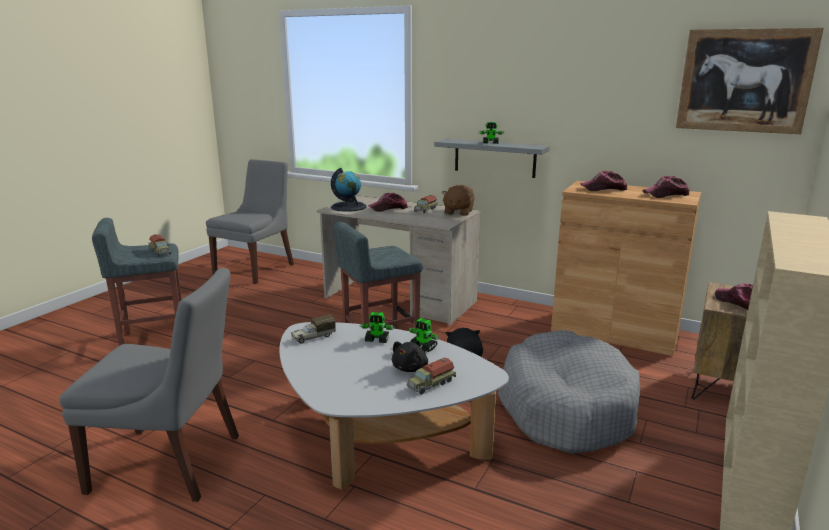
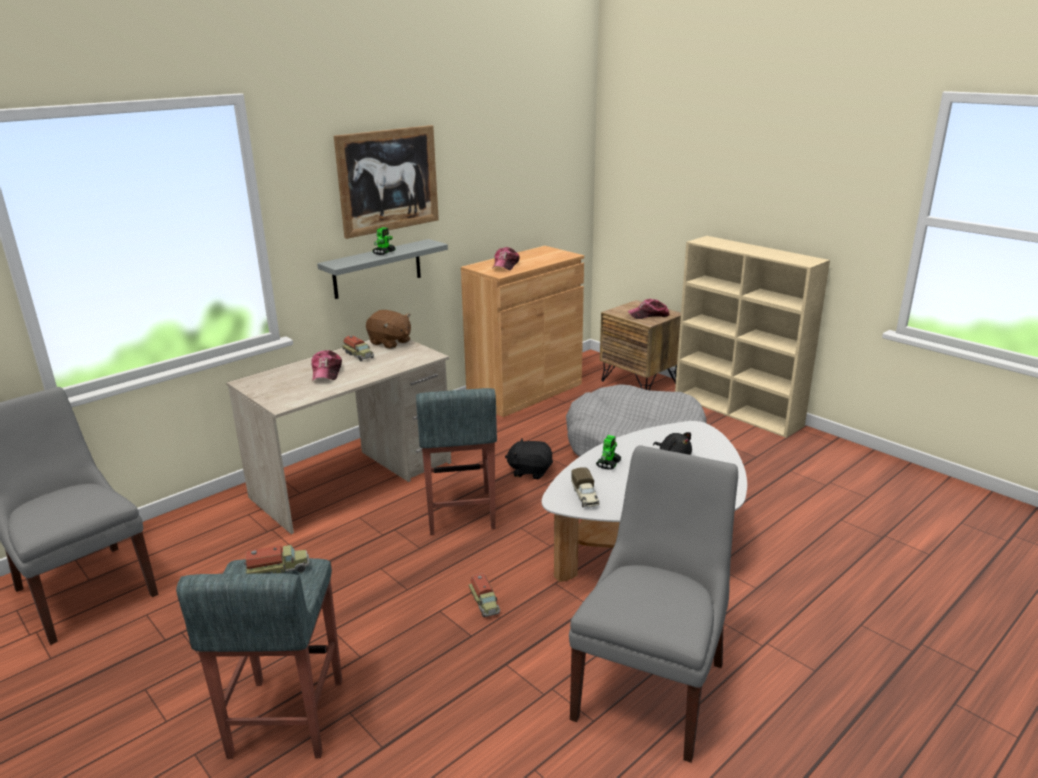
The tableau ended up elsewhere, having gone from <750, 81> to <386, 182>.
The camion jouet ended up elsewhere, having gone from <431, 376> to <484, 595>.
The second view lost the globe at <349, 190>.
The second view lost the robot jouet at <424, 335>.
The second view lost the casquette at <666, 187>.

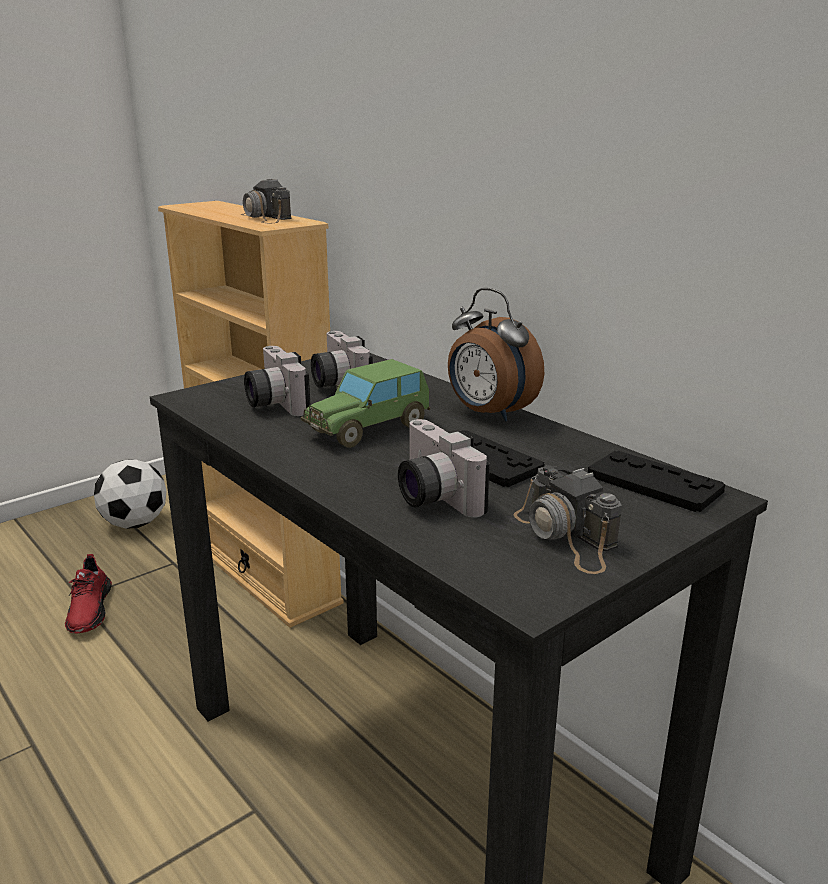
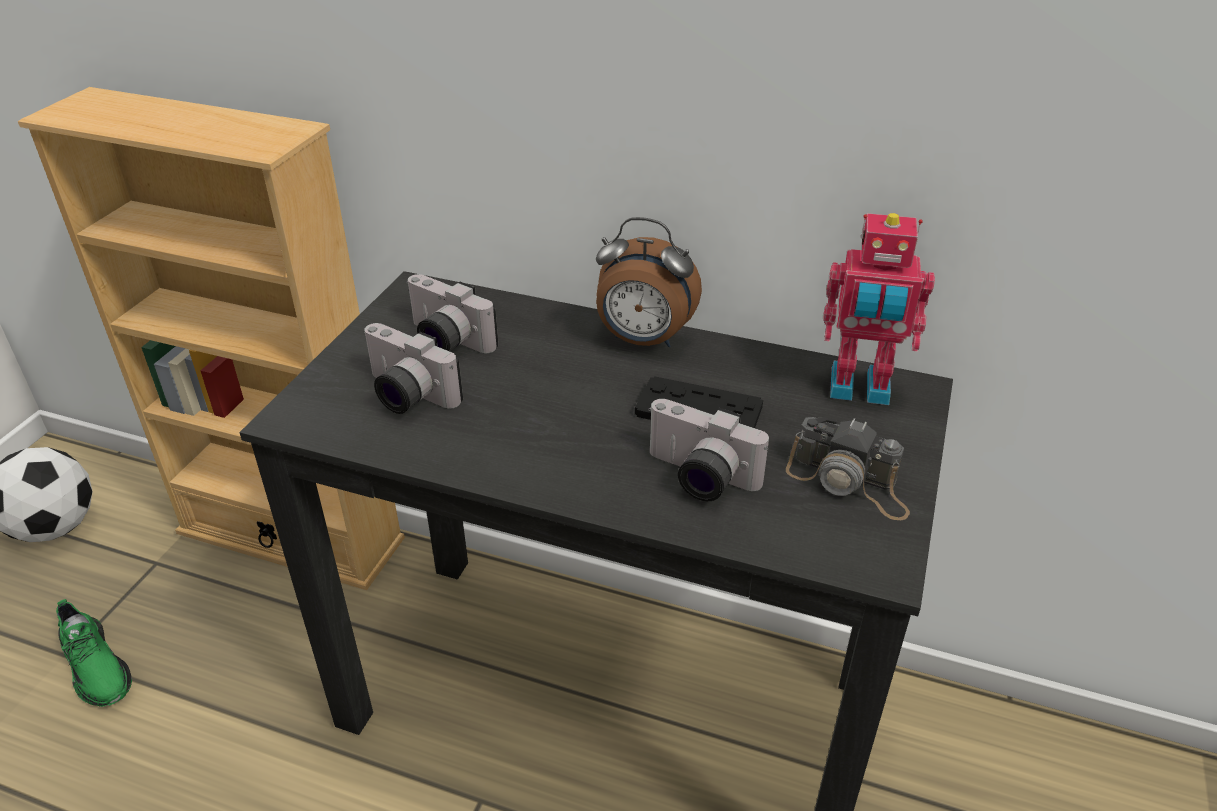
What was the chaussure (rouge) at <88, 594> turned into the chaussure (vert) at <94, 653>.
Where the manette (noir) stood at <656, 481>, the robot jouet came to stand at <879, 309>.
The second view lost the appareil photo at <266, 201>.
The second view lost the petite voiture at <365, 403>.

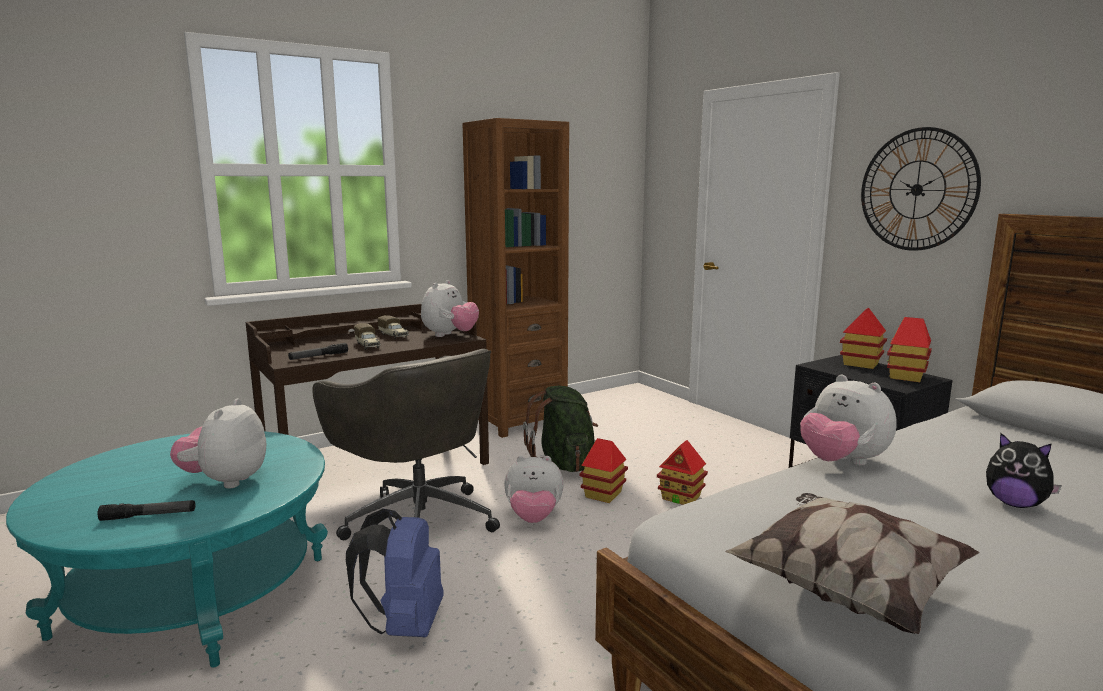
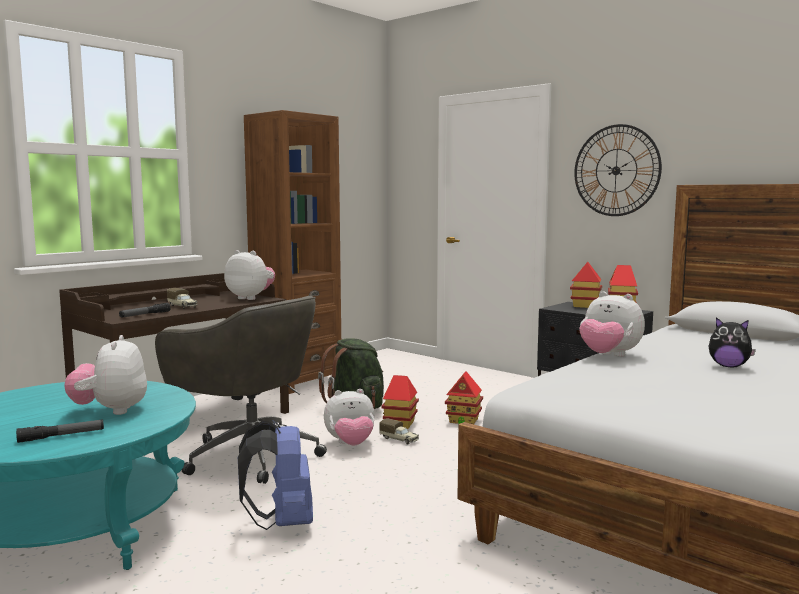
The peluche at <450, 308> ended up facing another way, 75 degrees counterclockwise from before.
The camion jouet ended up elsewhere, having gone from <393, 327> to <399, 431>.
The second view lost the coussin at <852, 563>.

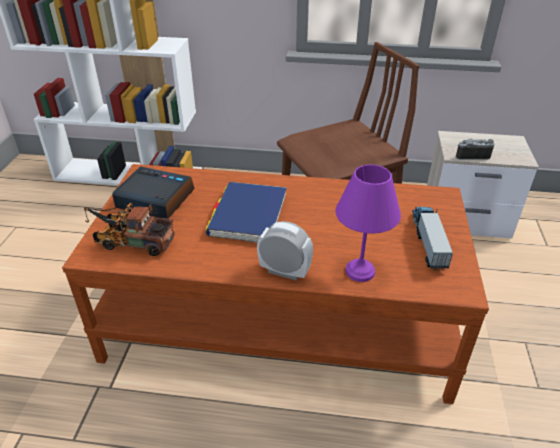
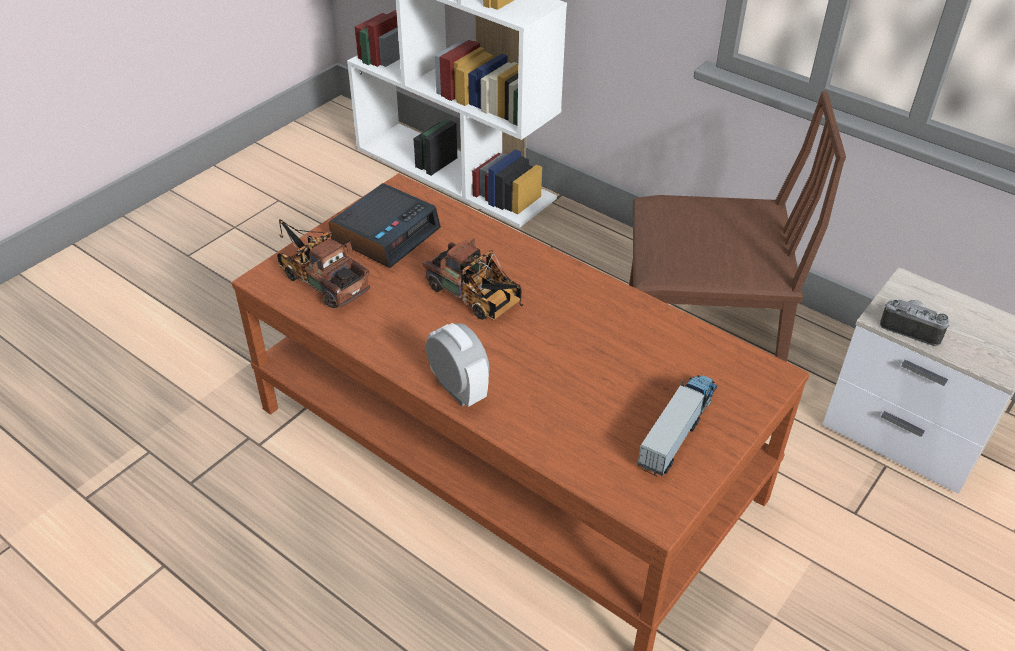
The réveil at <153, 192> ended up facing another way, 75 degrees clockwise from before.
Where the livre (bleu) stood at <246, 212>, the camion jouet came to stand at <473, 279>.
The second view lost the lampe de table (violet) at <368, 223>.

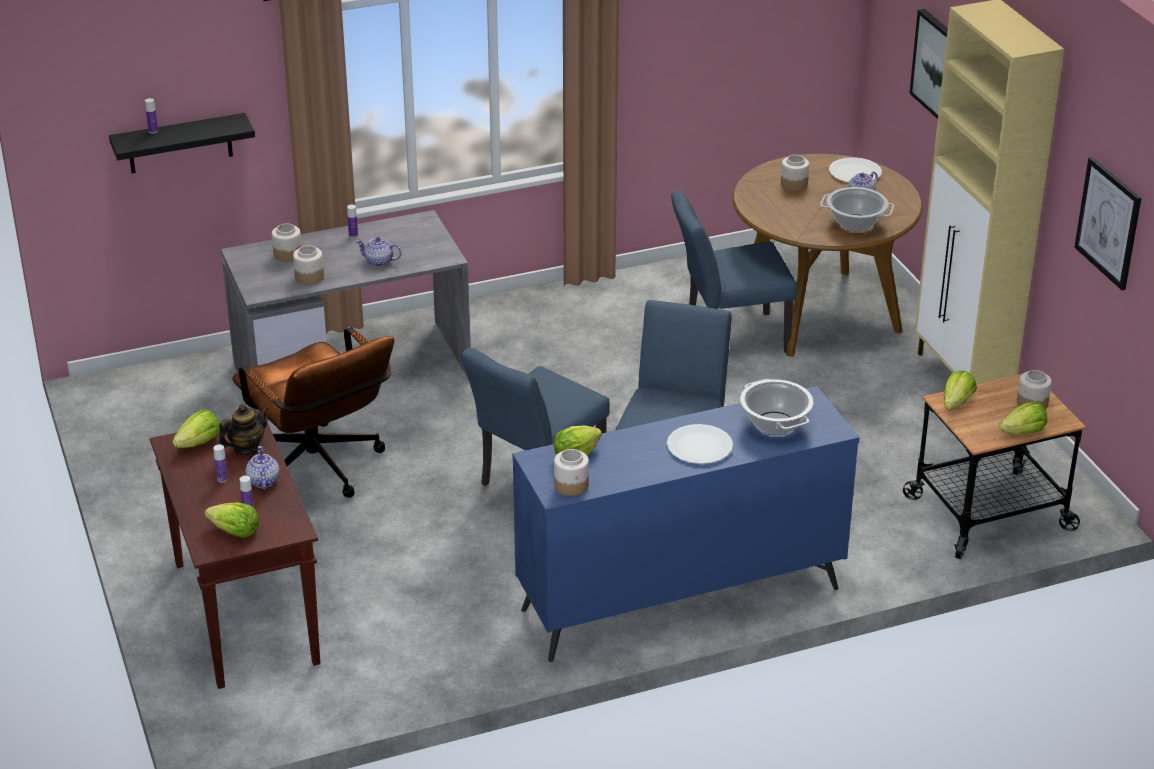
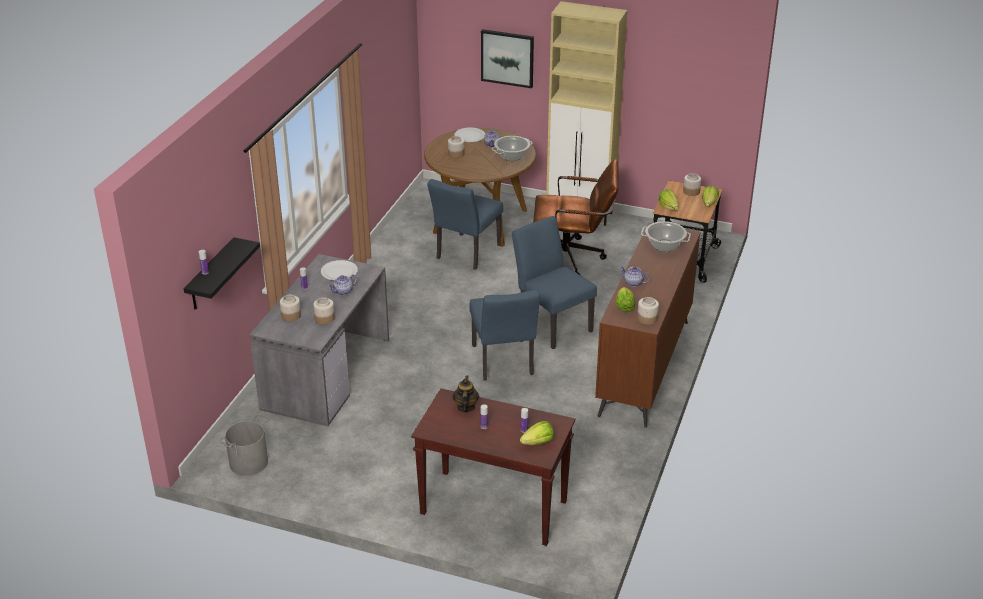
The second view gained the seau (gris) at <244, 445>.
The assiette (blanc) ended up elsewhere, having gone from <700, 444> to <339, 270>.
The chaise de bureau (marron) ended up elsewhere, having gone from <313, 412> to <576, 217>.
What was the commode (bleu) at <686, 524> turned into the commode (marron) at <648, 325>.
The théière ended up elsewhere, having gone from <263, 467> to <635, 276>.
The second view lost the laitue at <196, 429>.
The second view lost the tableau at <1107, 223>.

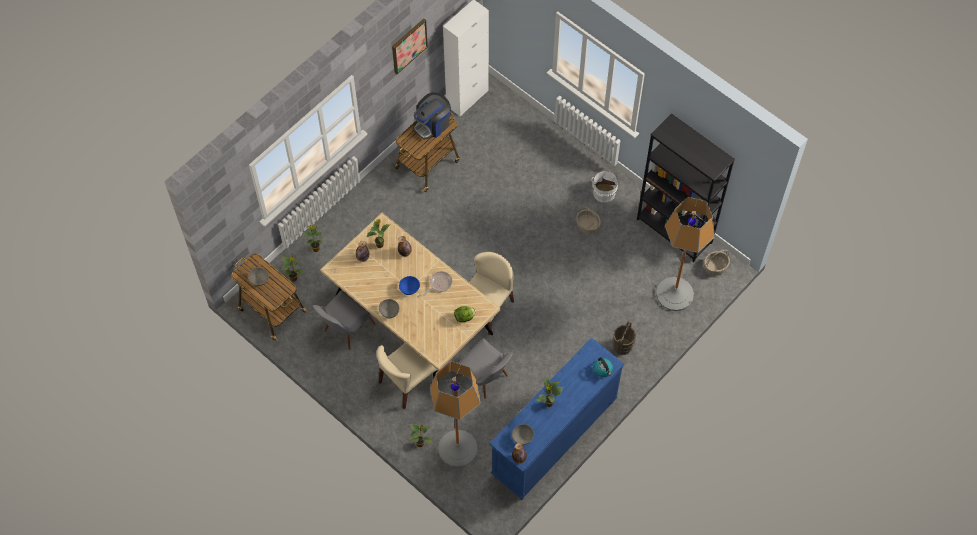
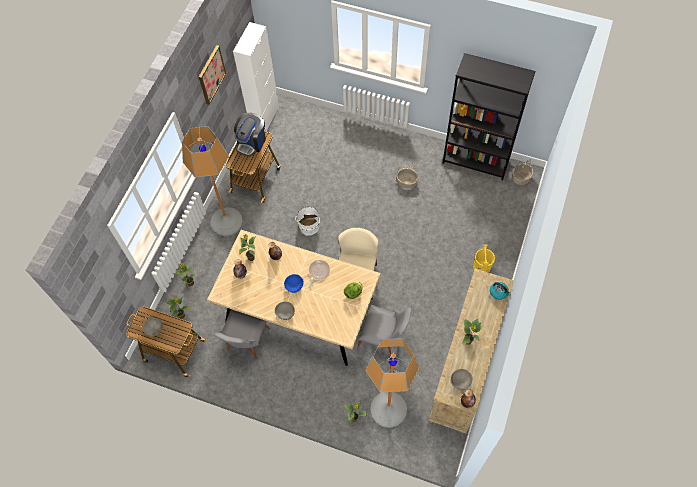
The lampadaire ended up elsewhere, having gone from <685, 254> to <212, 181>.
The seau (blanc) ended up elsewhere, having gone from <605, 186> to <307, 221>.
What was the commode (bleu) at <556, 419> turned into the commode (beige) at <471, 351>.
What was the seau (marron) at <624, 338> turned into the seau (jaune) at <484, 258>.
The second view lost the chaise (beige) at <408, 376>.

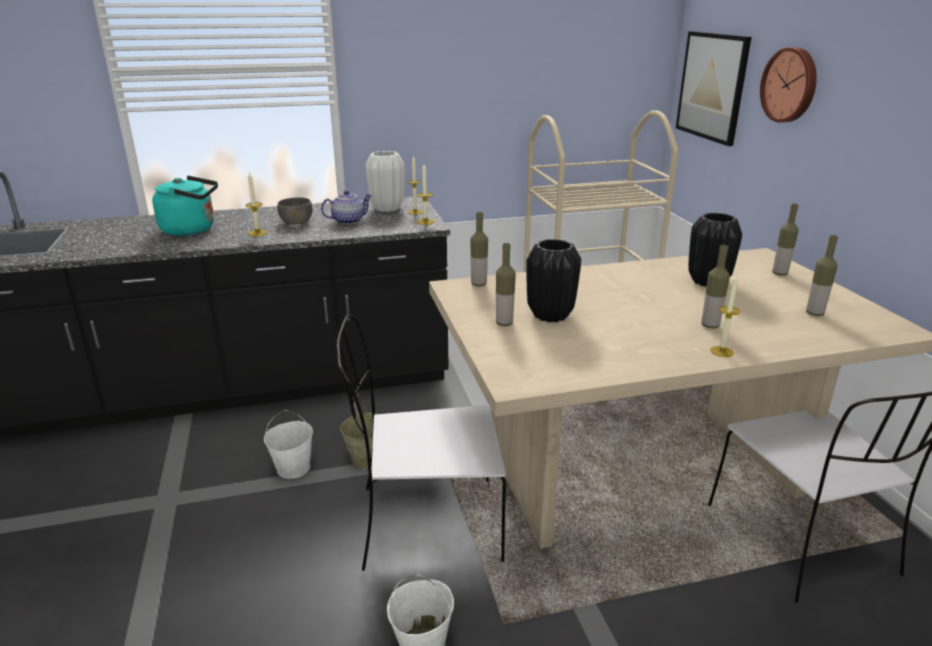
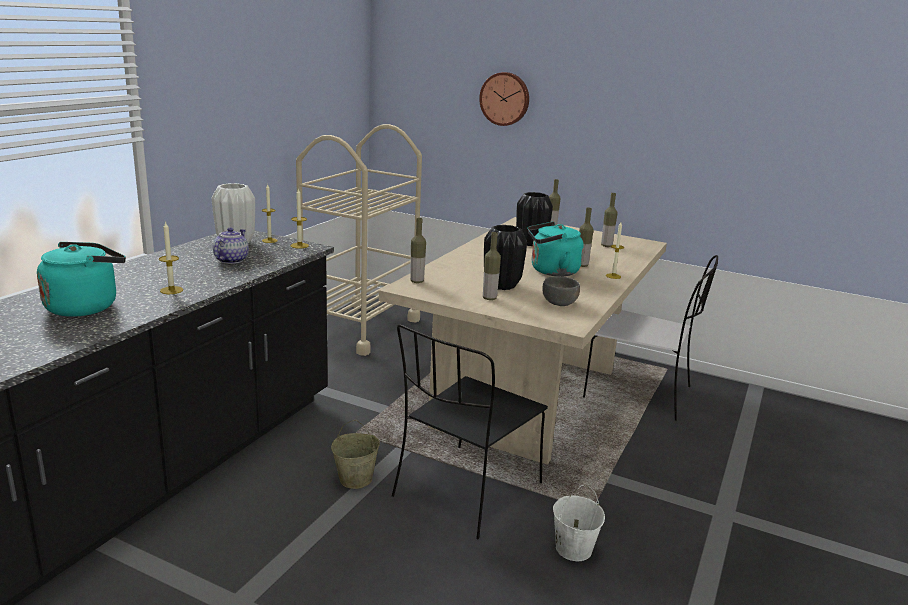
What was the chaise (blanc) at <421, 443> turned into the chaise (noir) at <470, 432>.
The second view gained the bouilloire (turquoise) at <555, 249>.
The bol (gris) ended up elsewhere, having gone from <294, 211> to <561, 291>.
The second view lost the seau (blanc) at <288, 444>.
The second view lost the tableau at <714, 88>.

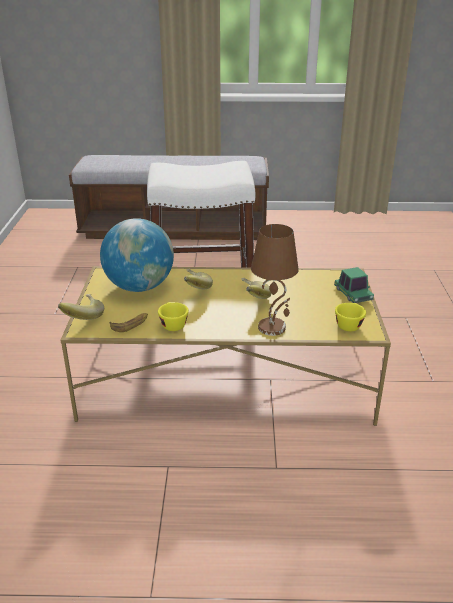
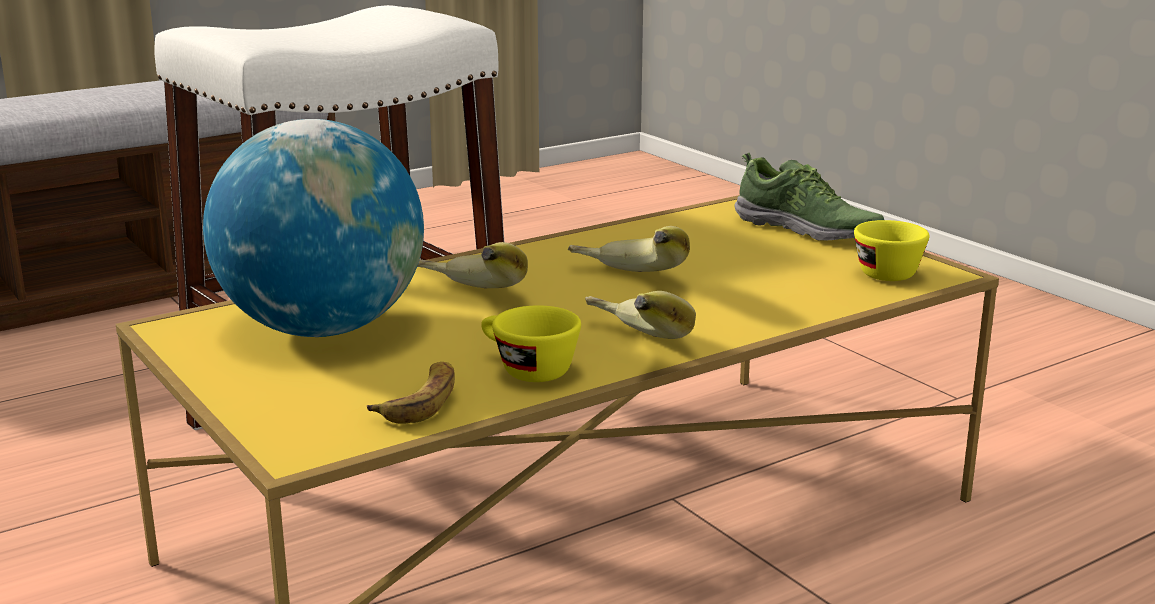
The banane ended up elsewhere, having gone from <81, 307> to <640, 315>.
Where the petite voiture stood at <354, 285>, the chaussure came to stand at <809, 197>.
The second view lost the lampe de table (marron) at <275, 280>.

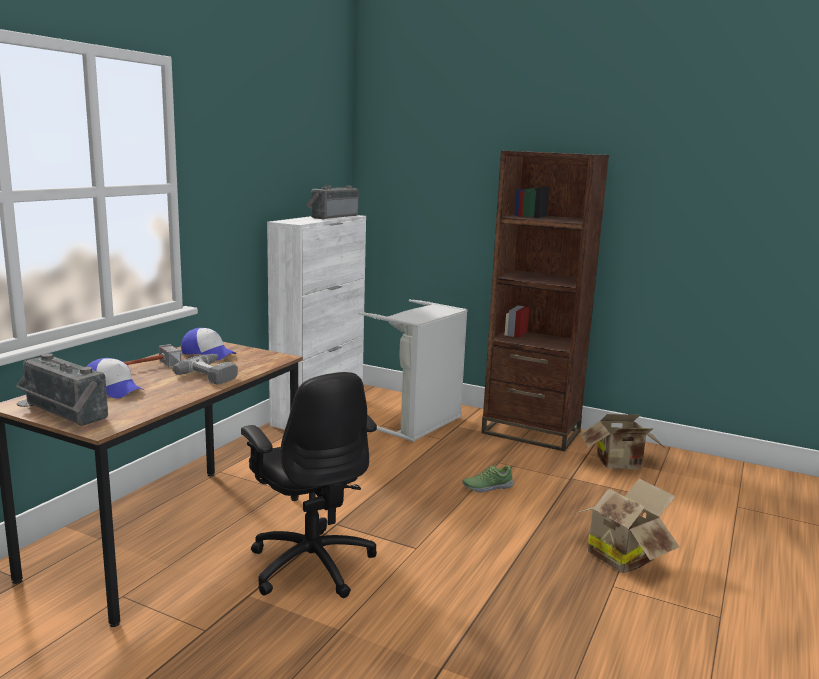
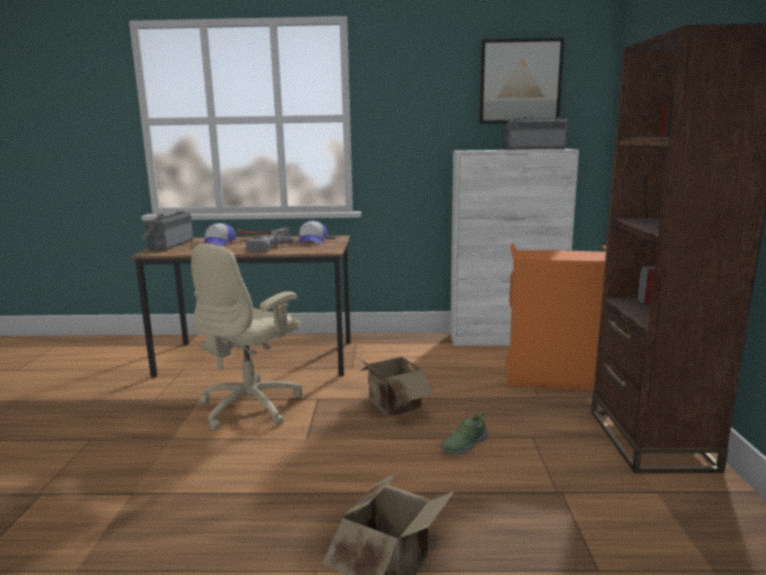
What was the chaise de bureau (noir) at <309, 485> turned into the chaise de bureau (beige) at <247, 337>.
The carton ended up elsewhere, having gone from <623, 441> to <393, 382>.
The chaussure at <488, 479> ended up facing another way, 90 degrees counterclockwise from before.
The second view gained the tableau at <521, 81>.
What was the panier à linge (gris) at <413, 370> turned into the panier à linge (orange) at <556, 317>.

